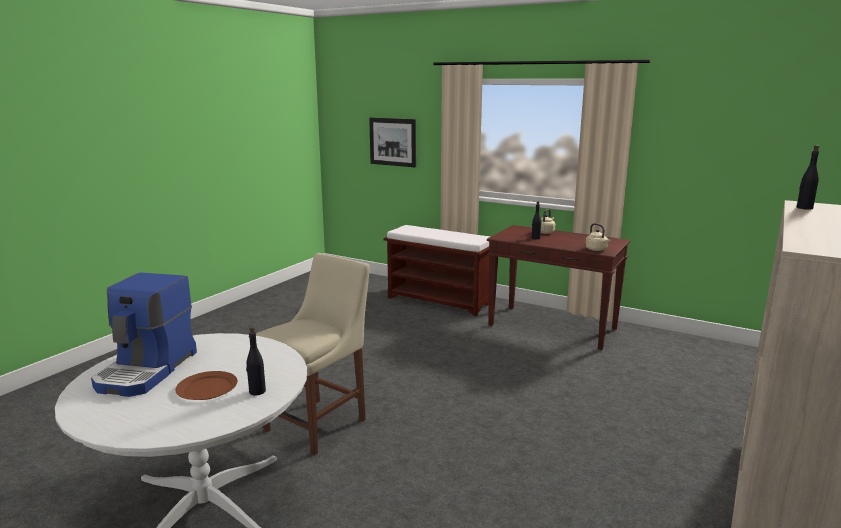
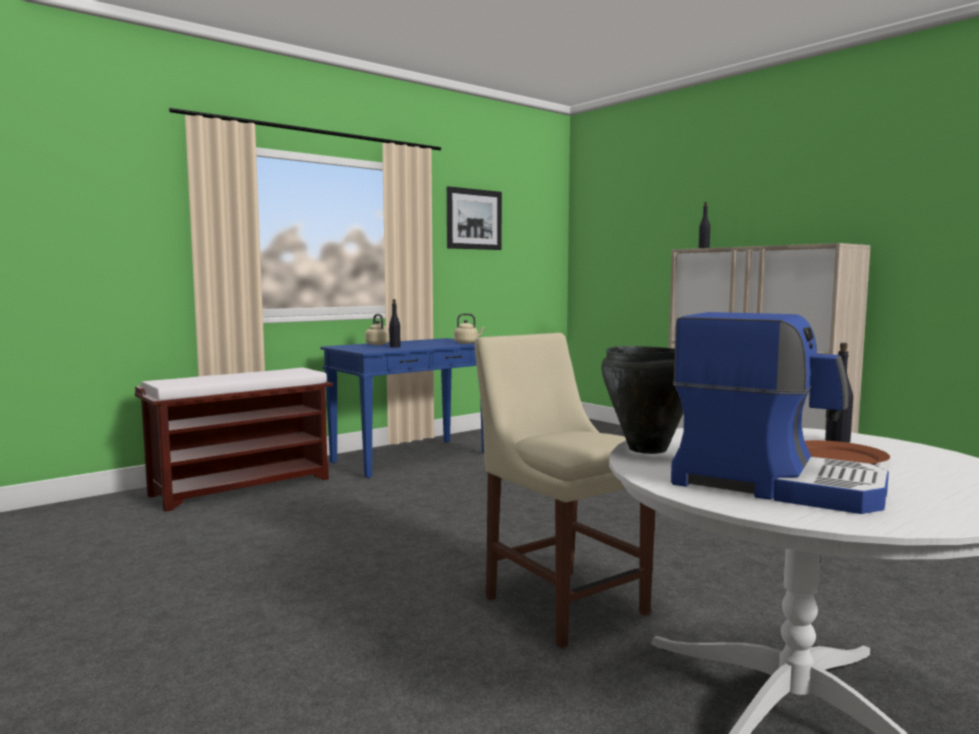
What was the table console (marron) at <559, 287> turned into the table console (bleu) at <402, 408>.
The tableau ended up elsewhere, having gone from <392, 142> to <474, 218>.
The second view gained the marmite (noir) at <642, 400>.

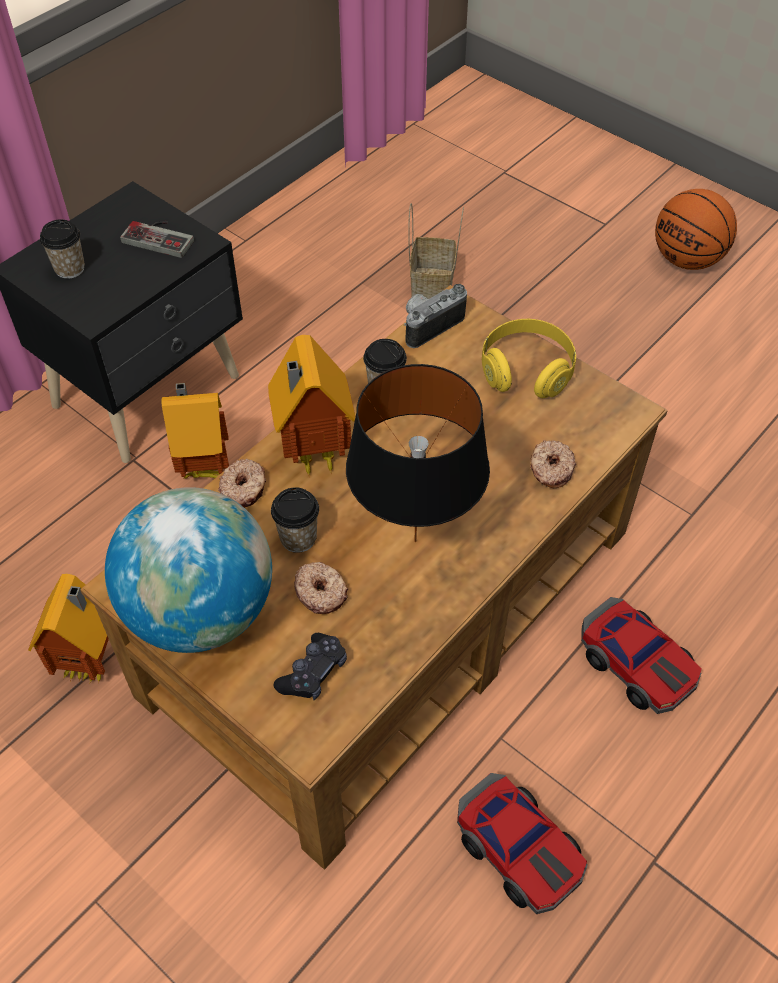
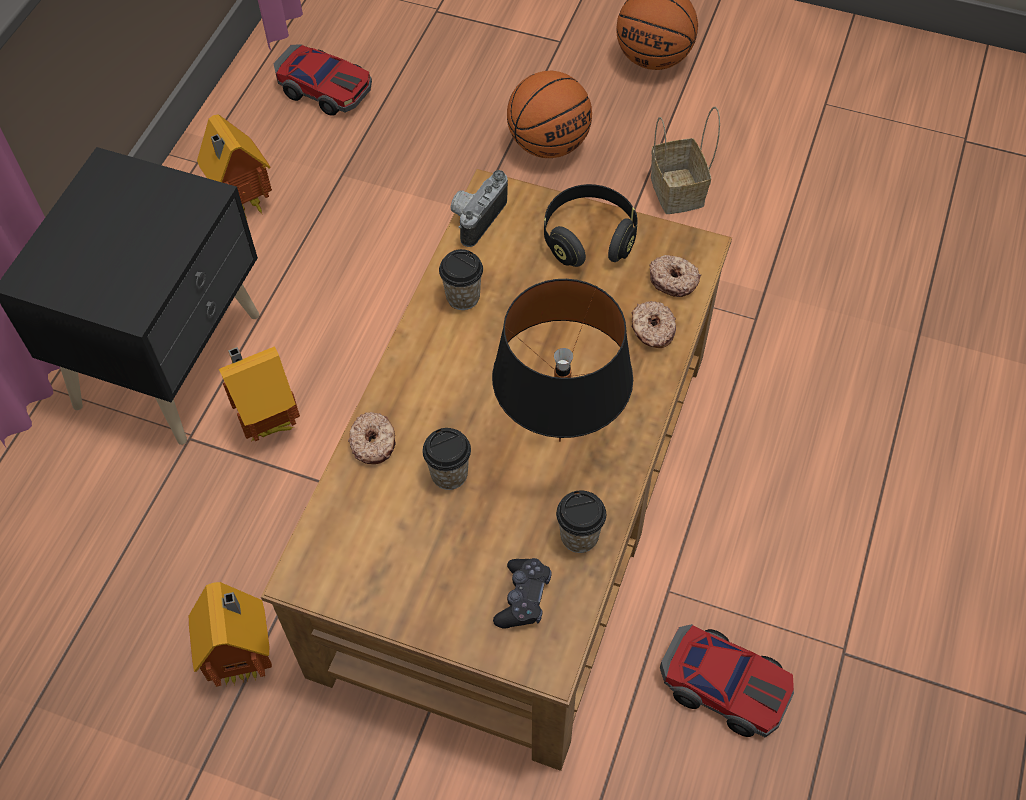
The maison miniature ended up elsewhere, having gone from <311, 406> to <234, 167>.
The petite voiture ended up elsewhere, having gone from <641, 655> to <322, 80>.
The second view gained the ballon de basket at <549, 114>.
What was the casque audio (jaune) at <529, 358> turned into the casque audio (noir) at <591, 225>.
The tasse ended up elsewhere, having gone from <62, 249> to <581, 521>.
The beignet ended up elsewhere, having gone from <321, 588> to <675, 276>.
The panier ended up elsewhere, having gone from <436, 251> to <685, 160>.
The second view lost the globe at <188, 570>.
The second view lost the manette at <157, 239>.

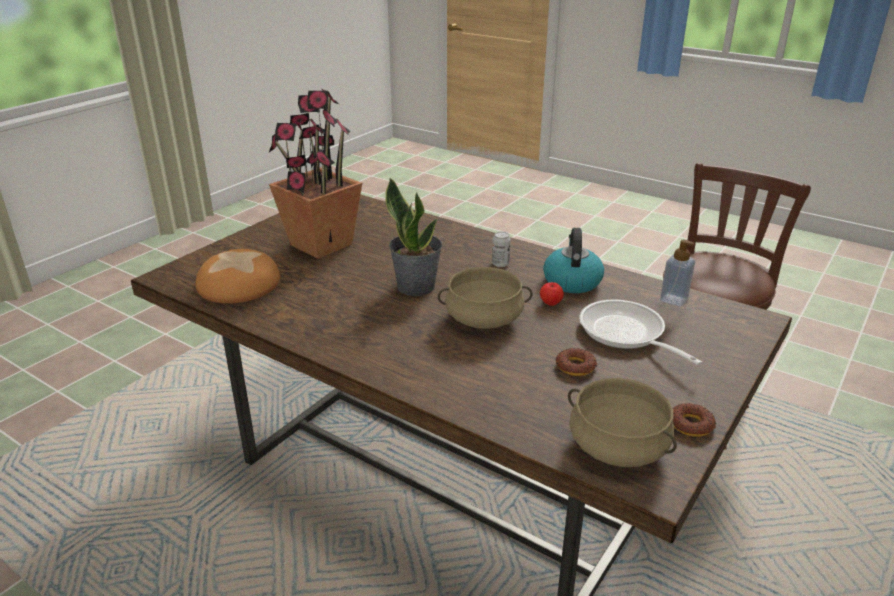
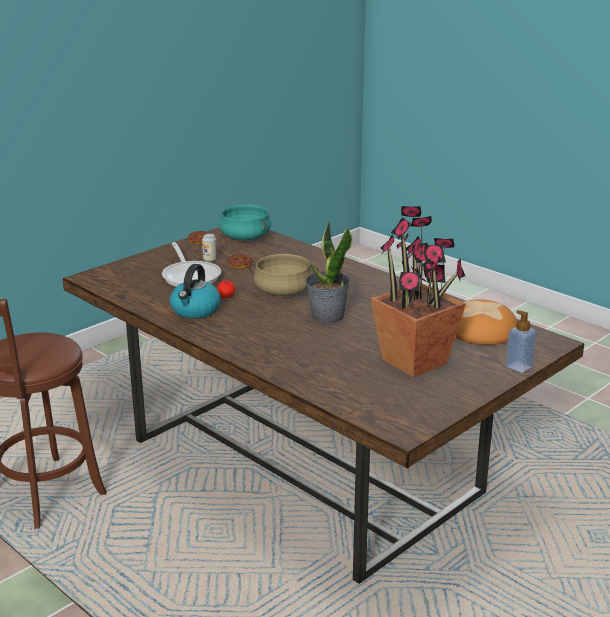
The boîte métallique ended up elsewhere, having gone from <501, 249> to <209, 248>.
What was the marmite (beige) at <622, 422> turned into the marmite (turquoise) at <245, 222>.
The distributeur de savon ended up elsewhere, having gone from <677, 273> to <521, 341>.

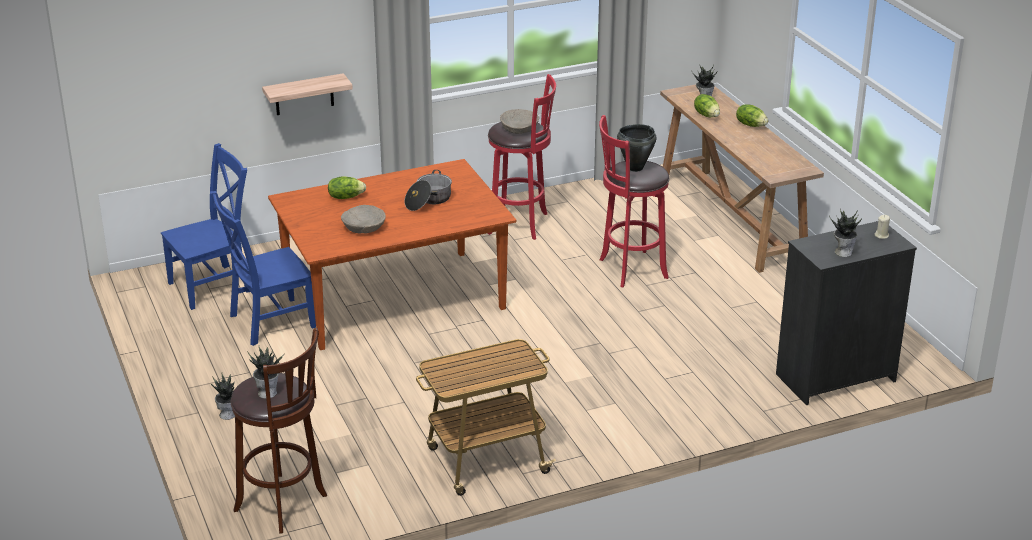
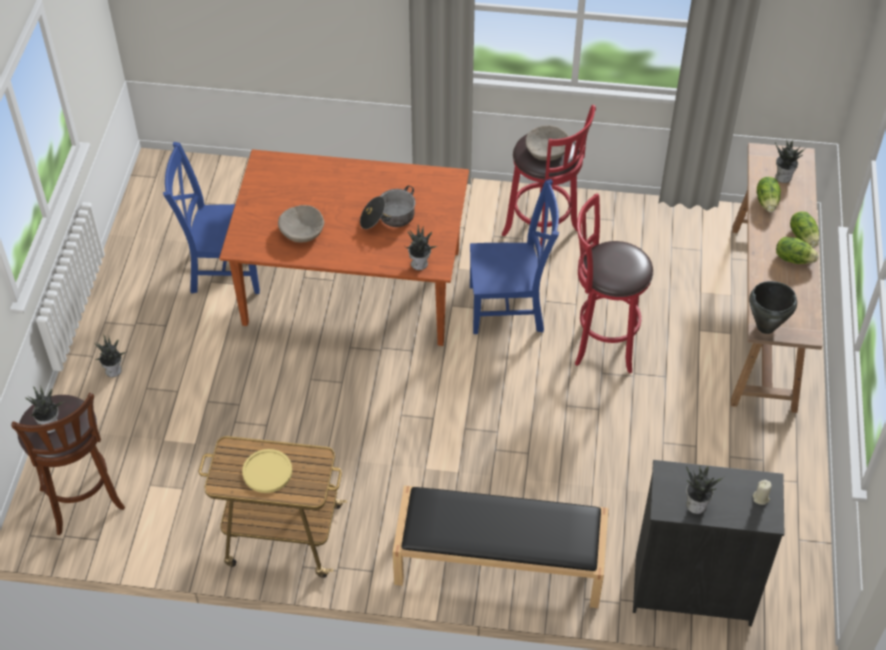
The second view gained the assiette (jaune) at <267, 471>.
The second view gained the banc (noir) at <501, 547>.
The second view gained the plante en pot at <421, 247>.
The chaise (bleu) ended up elsewhere, having gone from <205, 226> to <514, 256>.
The marmite (noir) ended up elsewhere, having gone from <636, 148> to <773, 307>.
The laitue ended up elsewhere, having gone from <347, 187> to <797, 250>.
The second view lost the étagère at <307, 94>.

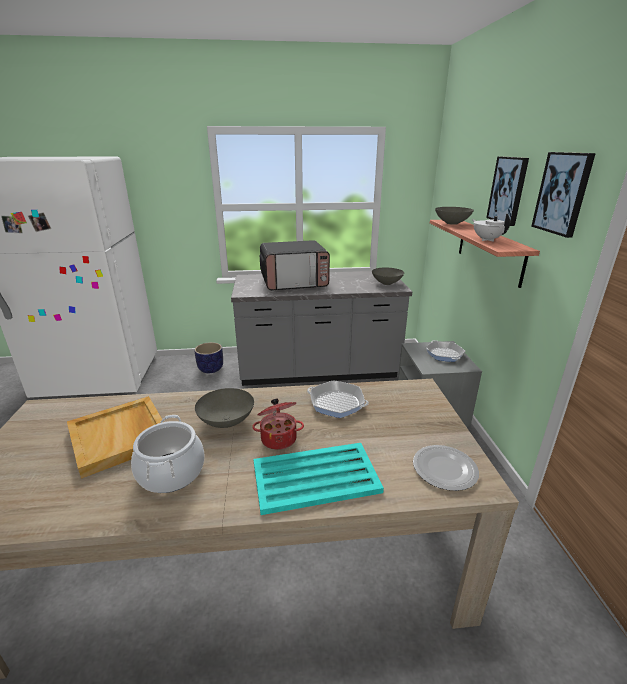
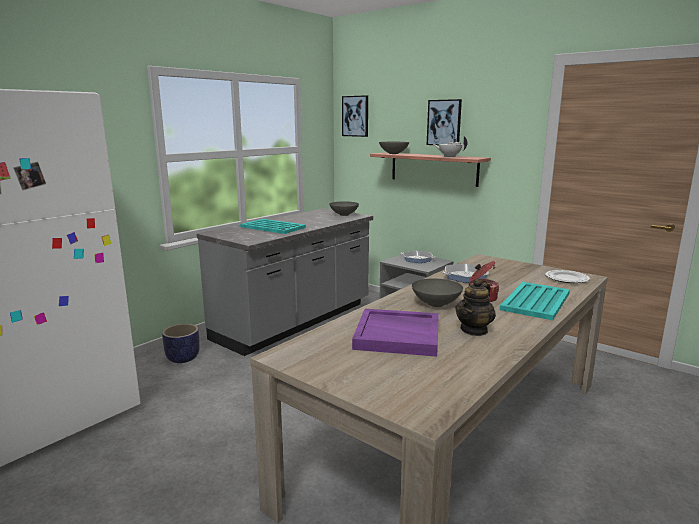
Where the micro-ondes stood at <295, 265>, the plateau (turquoise) came to stand at <273, 226>.
The tableau ended up elsewhere, having gone from <563, 195> to <355, 116>.
What was the plateau (beige) at <114, 437> turned into the plateau (violet) at <395, 333>.
Where the marmite stood at <167, 454>, the théière came to stand at <475, 307>.

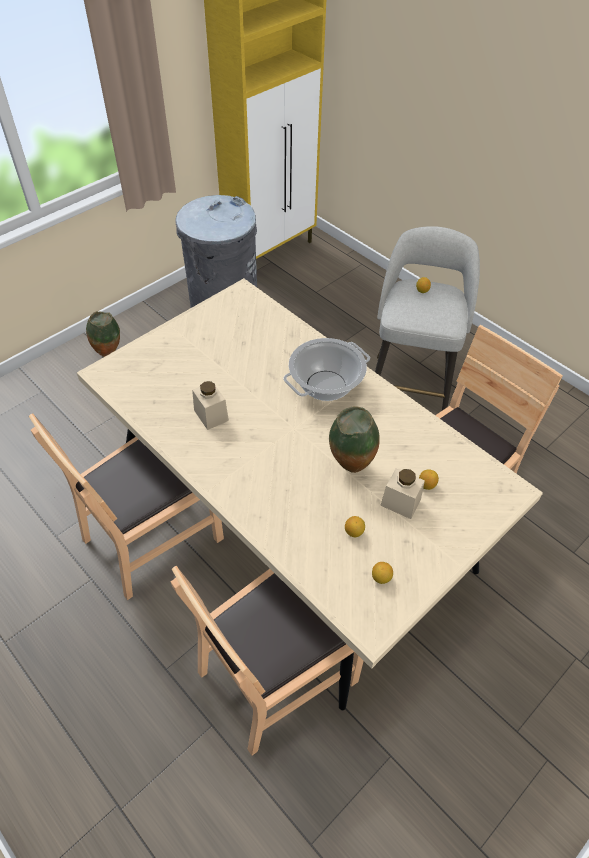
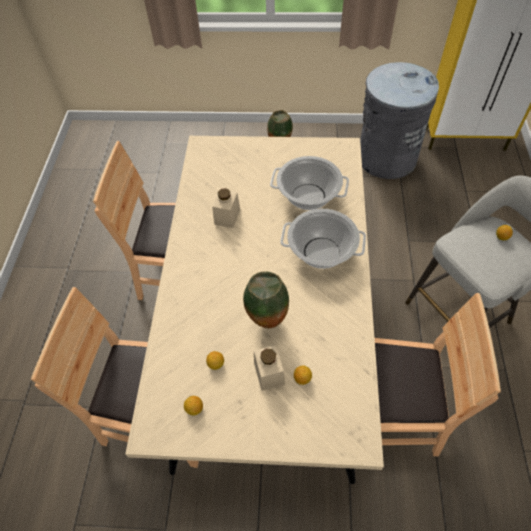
The second view gained the marmite at <309, 183>.

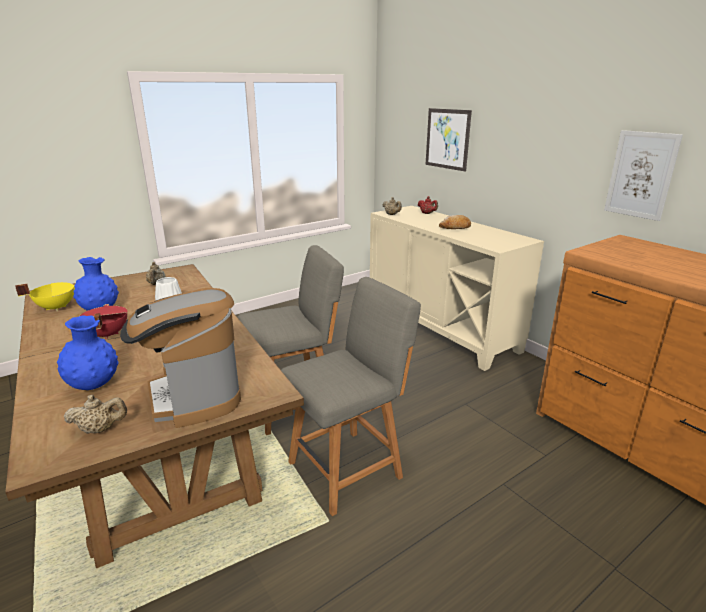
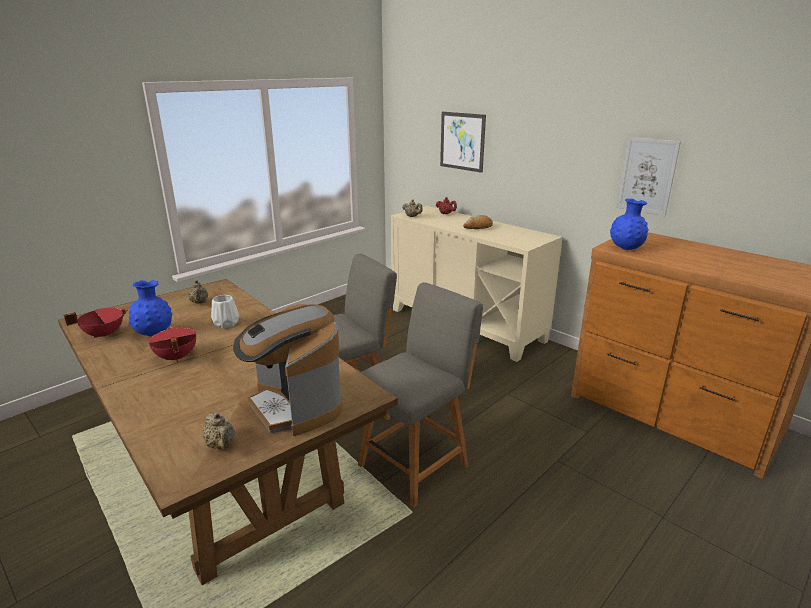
What was the marmite (jaune) at <45, 296> turned into the marmite (rouge) at <95, 323>.
The théière (beige) at <95, 414> ended up facing another way, 75 degrees clockwise from before.
The vase (bleu) ended up elsewhere, having gone from <88, 352> to <629, 224>.

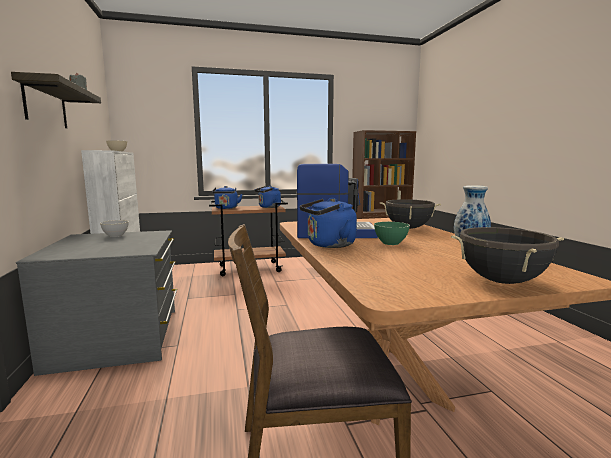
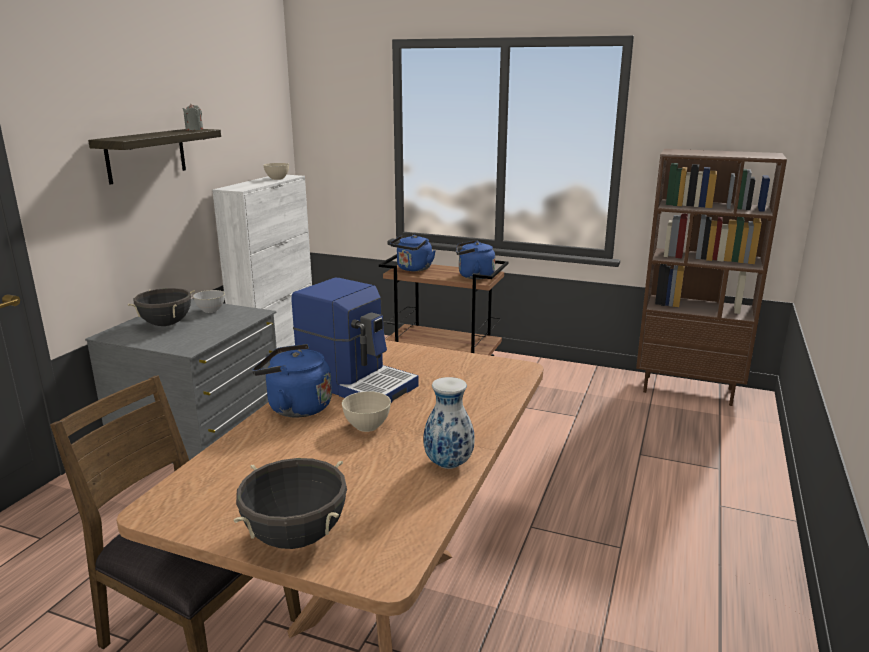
The marmite (noir) ended up elsewhere, having gone from <410, 214> to <161, 307>.
What was the bol (vert) at <392, 233> turned into the bol (beige) at <366, 411>.

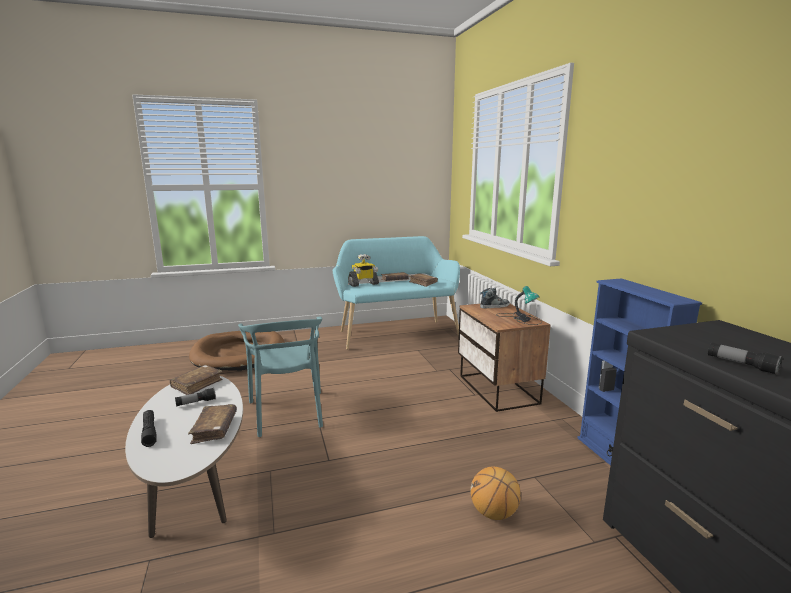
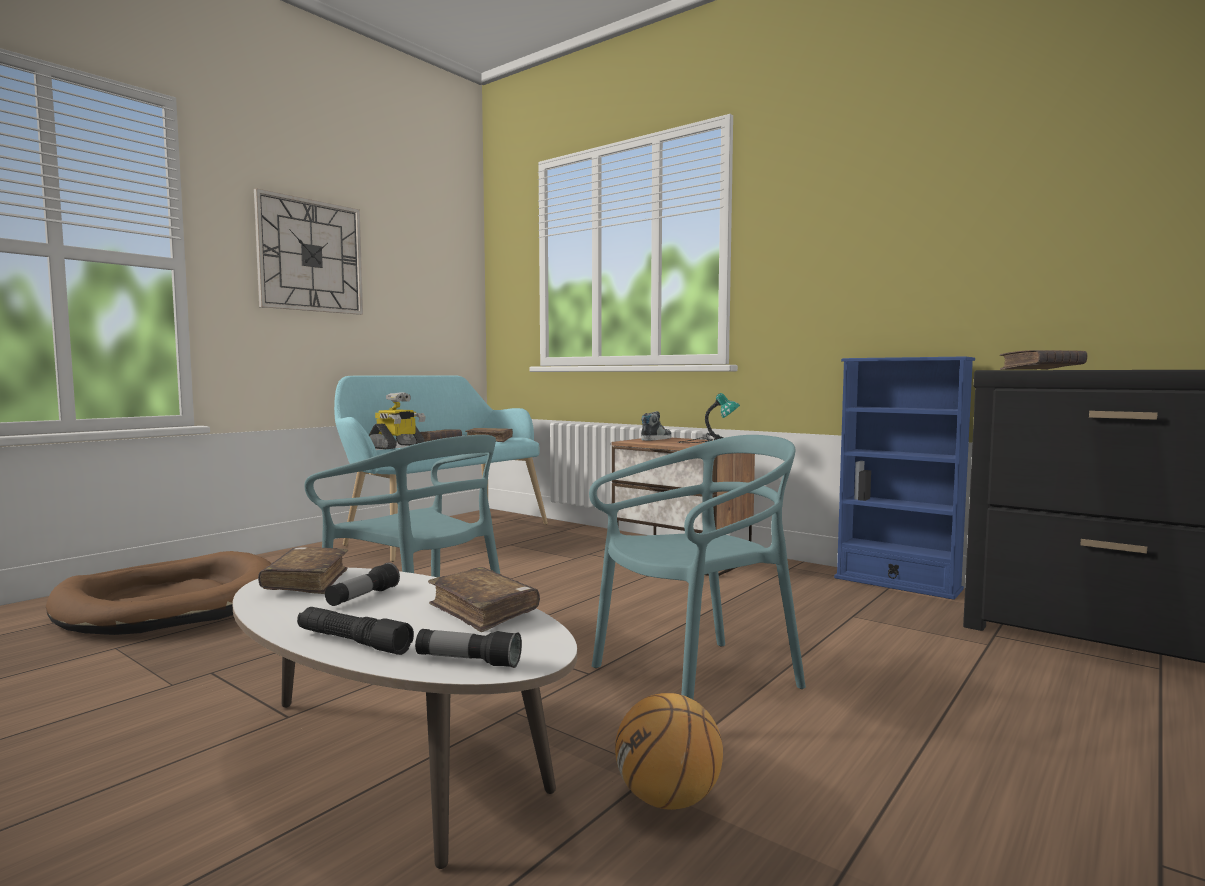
The second view gained the horloge murale at <308, 251>.
The lampe de poche ended up elsewhere, having gone from <745, 358> to <468, 648>.
The second view gained the chaise (turquoise) at <697, 567>.
The ballon de basket ended up elsewhere, having gone from <495, 493> to <669, 751>.
The second view gained the livre (marron) at <1043, 360>.

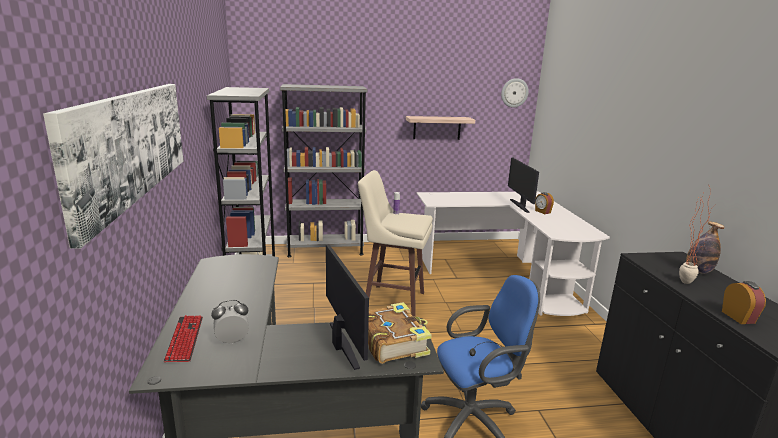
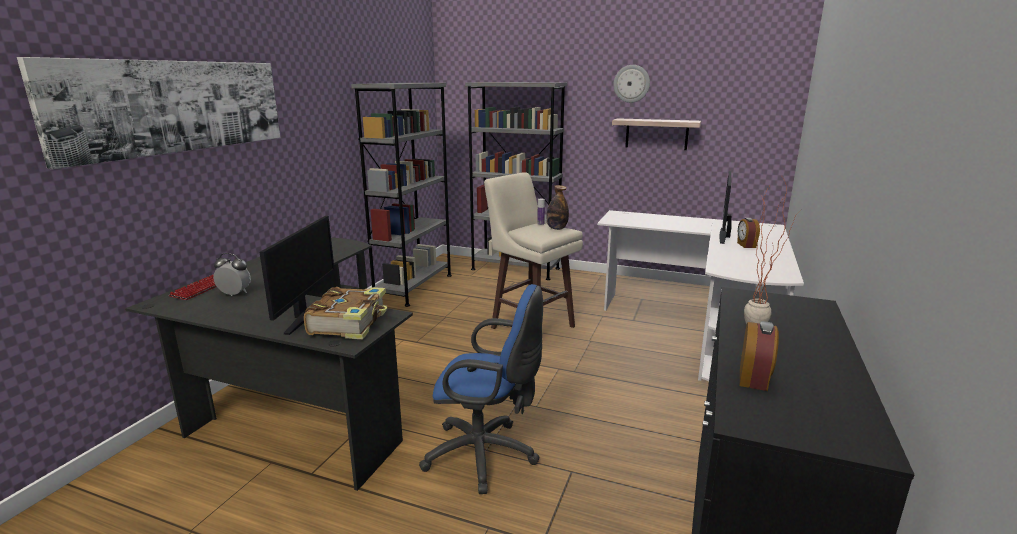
The bouteille ended up elsewhere, having gone from <705, 247> to <558, 207>.
The horloge murale ended up elsewhere, having gone from <515, 92> to <631, 84>.

